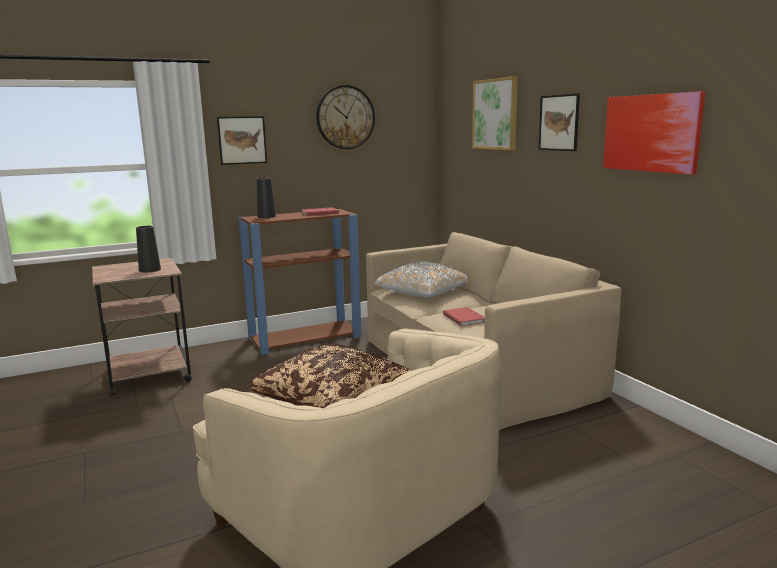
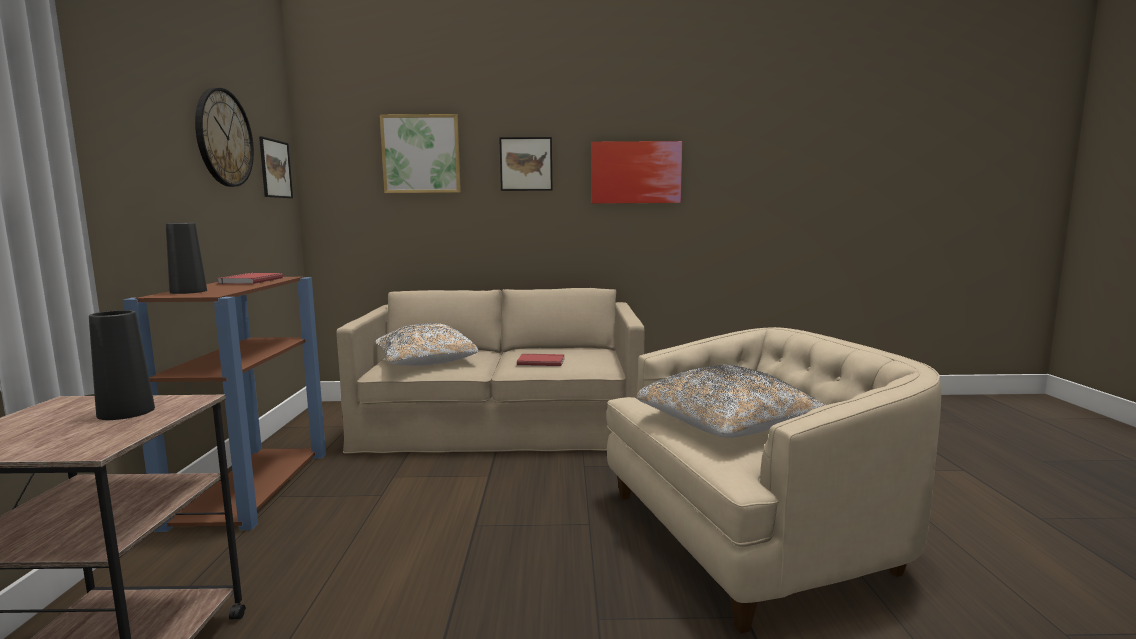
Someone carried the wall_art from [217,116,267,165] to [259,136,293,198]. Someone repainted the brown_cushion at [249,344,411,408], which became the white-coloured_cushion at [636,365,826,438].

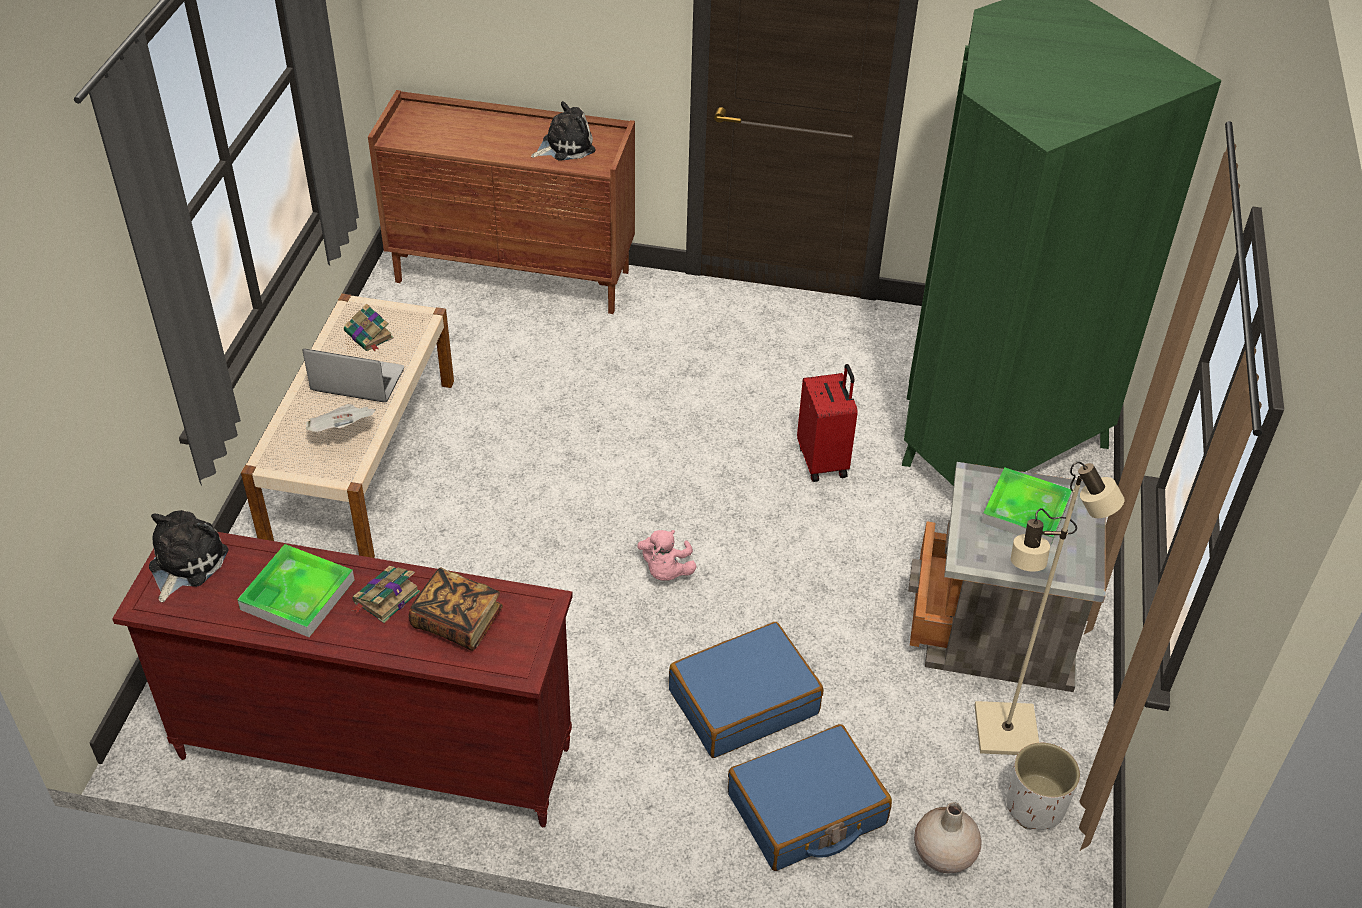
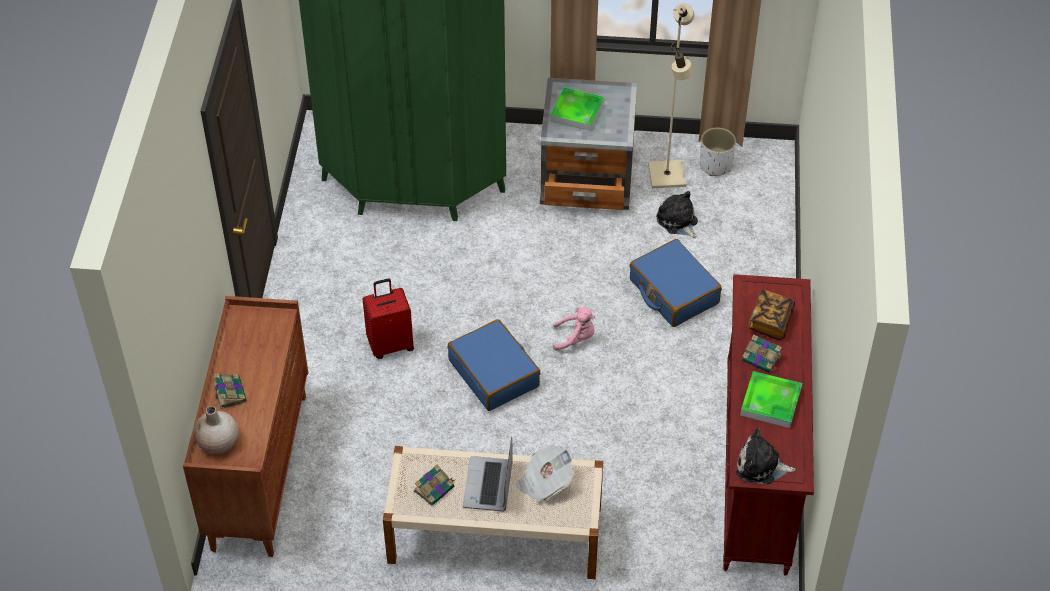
Someone put down the volume at [214,374,247,409]. Someone carried the plush_toy from [531,101,595,161] to [656,191,698,238]. Someone carried the blue-coloured_piece_of_luggage from [728,724,892,871] to [448,319,540,411]. Someone carried the reddish_piece_of_luggage from [797,364,858,482] to [363,279,414,359]. Someone carried the beige_vase from [914,802,982,873] to [193,406,238,453].

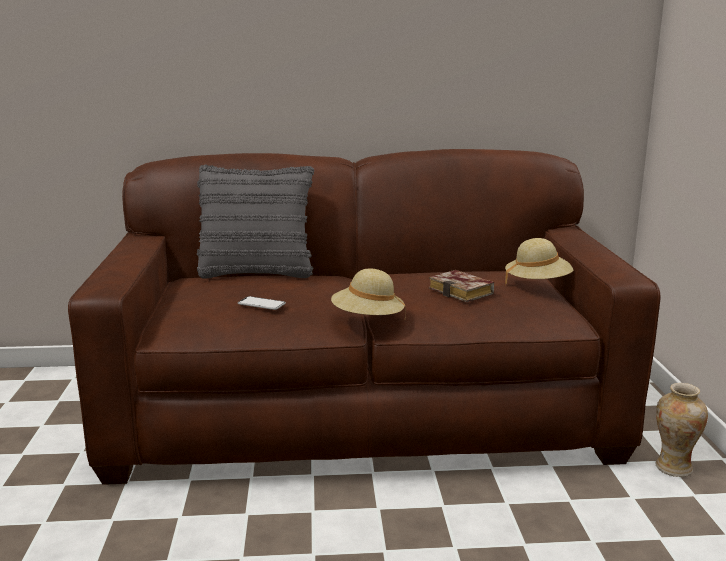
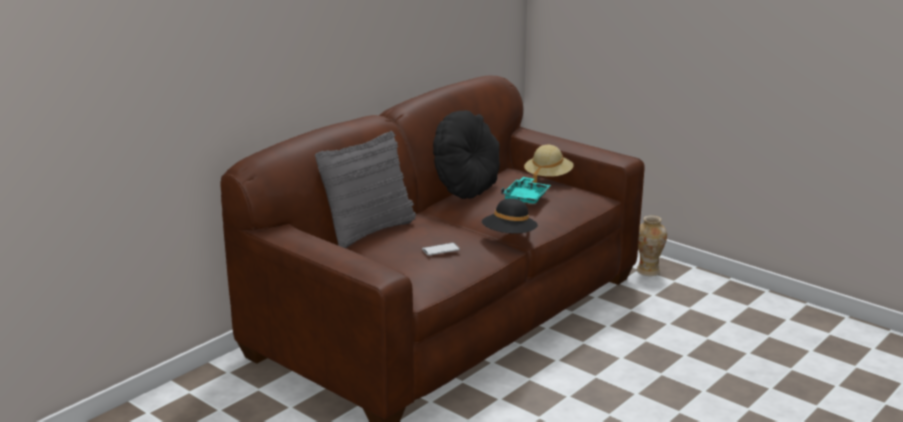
Someone put down the blackish_cushion at [433,110,500,199]. Someone swapped the volume at [429,270,494,302] for the blue-green_carrying_tray at [501,177,551,204]. Someone repainted the beige_hat at [331,269,405,315], which became the blackish_hat at [482,198,538,234].

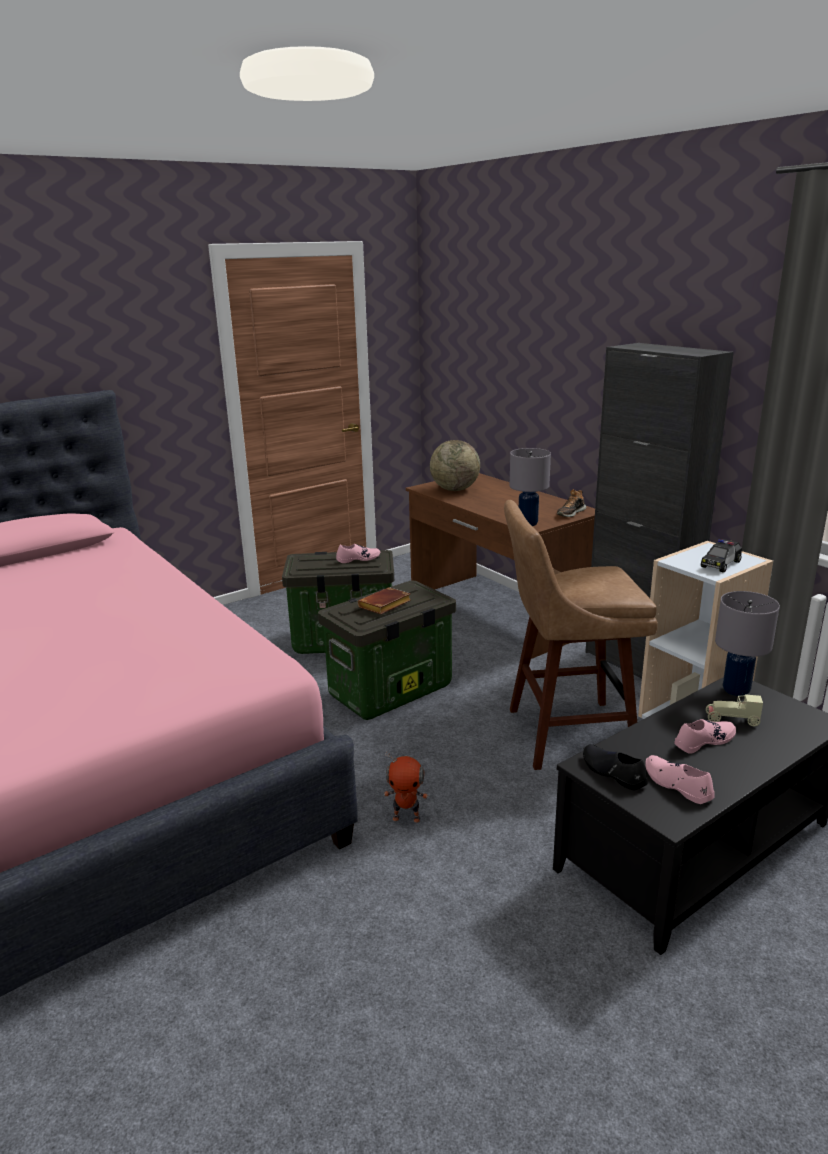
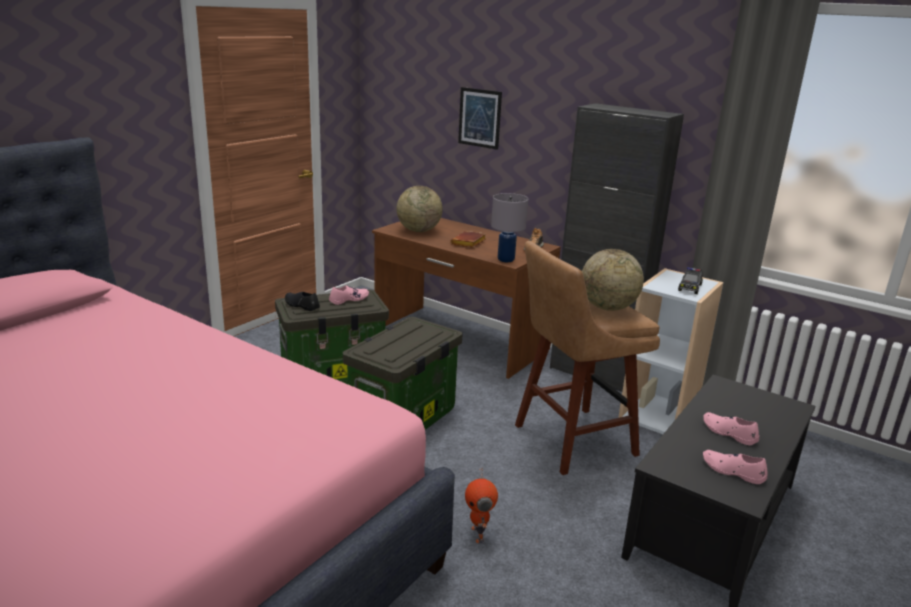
Someone took away the beige_miniature_car at [706,694,763,726]. Someone took away the grey_tabletop_lamp at [715,591,780,696]. Someone put up the wall_art at [458,87,502,150]. Someone put down the desk_globe at [582,249,644,311]. Someone carried the brown_volume from [358,587,411,614] to [450,231,486,248]. Someone carried the blackish_low_shoe from [583,744,648,790] to [285,292,320,311]. Someone rotated the model_robot at [384,752,428,823] by 90 degrees clockwise. Someone rotated the pink_low_shoe at [674,719,736,754] by 90 degrees counterclockwise.

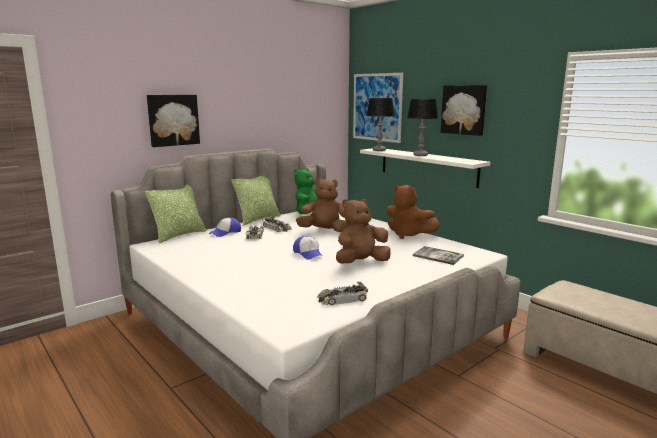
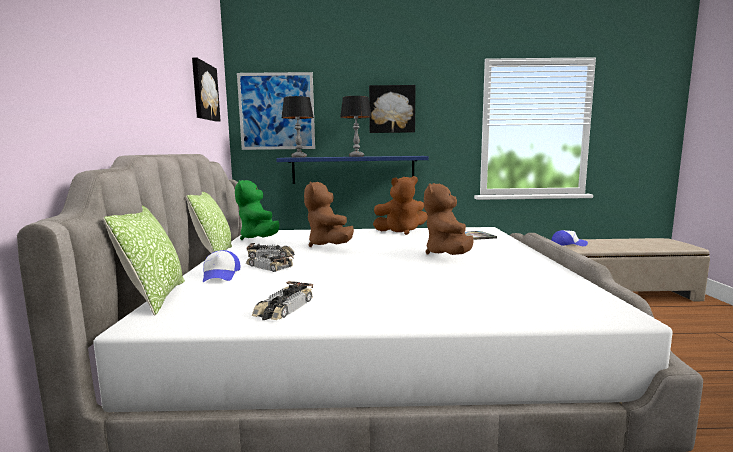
Someone carried the wall_art from [147,95,200,147] to [192,58,221,122]. Someone carried the cap from [293,236,322,260] to [551,230,588,246]. Someone carried the miniature_car from [317,282,368,305] to [252,281,313,320]. Someone repainted the white-coloured_shelf at [360,148,491,188], which became the blue-coloured_shelf at [276,156,429,184]. Someone rotated the brown_plush_toy at [296,178,348,232] by 60 degrees counterclockwise.

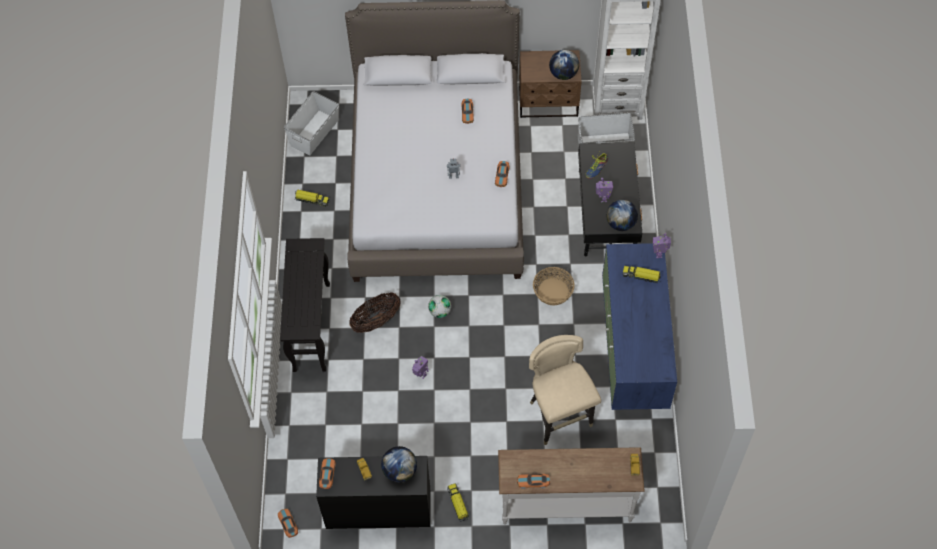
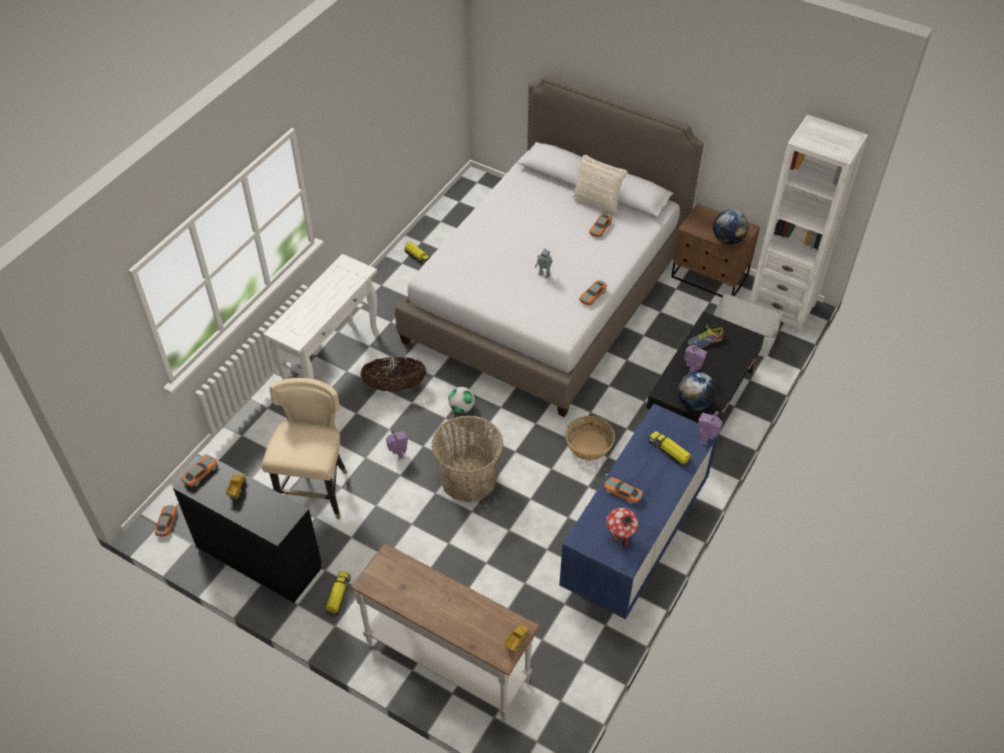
Someone took away the white-coloured_storage_bin at [284,91,339,155]. Someone took away the desk_globe at [381,446,417,482]. Someone put down the basket at [432,415,503,502]. Someone put down the beige_cushion at [573,155,628,214]. Someone put down the miniature_house at [606,507,639,547]. Someone carried the miniature_car from [517,474,550,489] to [604,477,643,504]. Someone carried the beige_plain_chair from [529,335,601,445] to [261,378,347,519]. Someone repainted the blackish_console_table at [280,238,330,372], which became the white-coloured_console_table at [263,254,379,380].

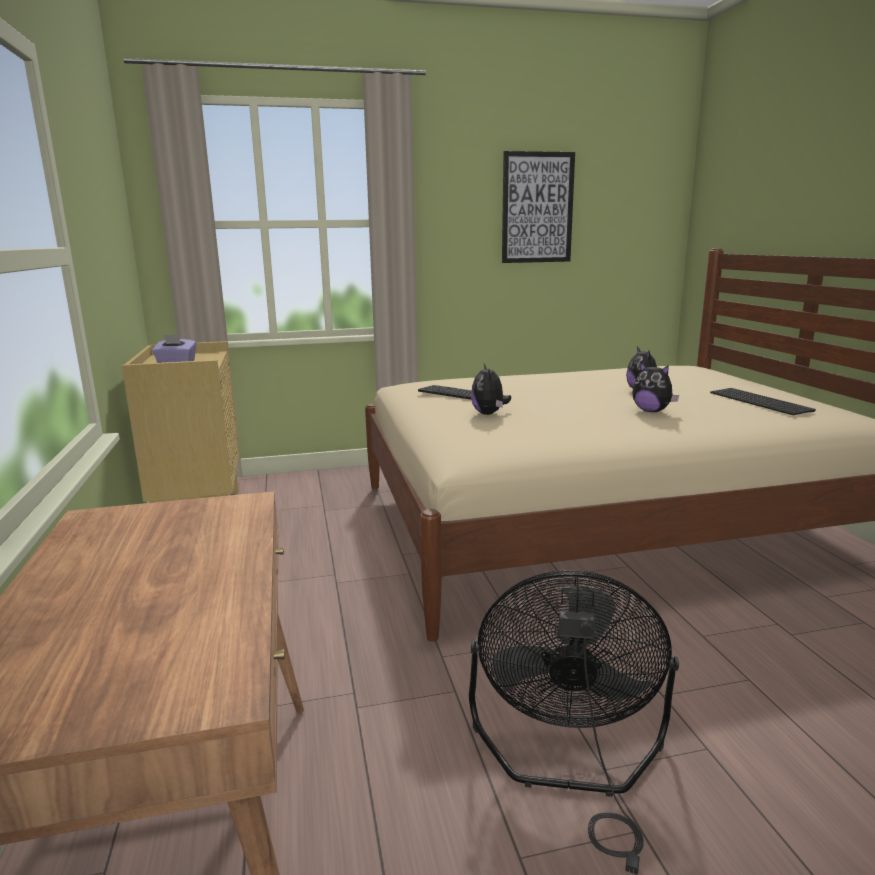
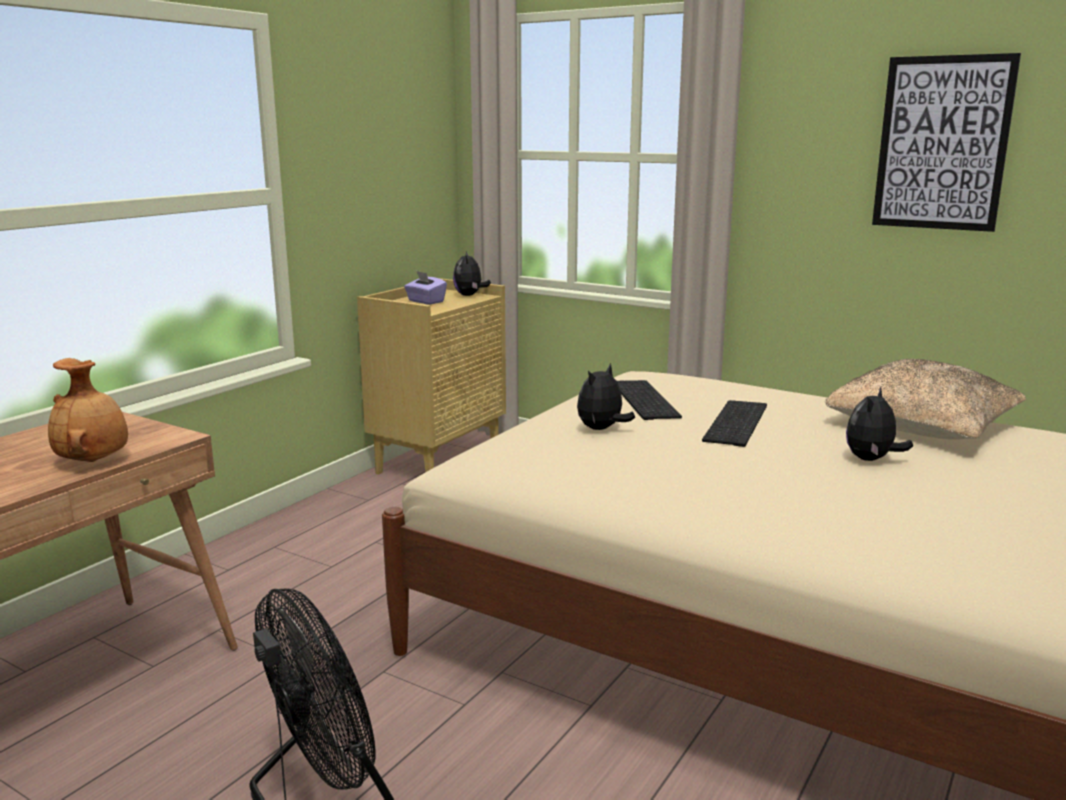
Someone put down the brown_vase at [48,358,128,462]. Someone put down the beige_cushion at [825,358,1026,440]. Someone carried the plush_toy from [632,362,679,412] to [453,251,491,296]. Someone carried the computer_keyboard from [710,388,816,415] to [702,400,767,447].

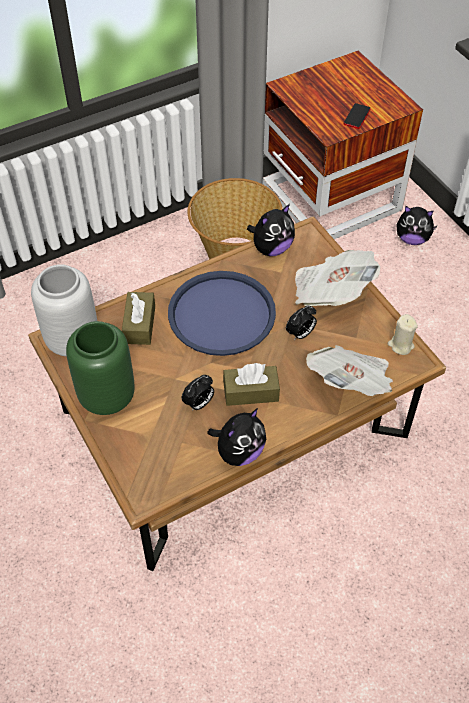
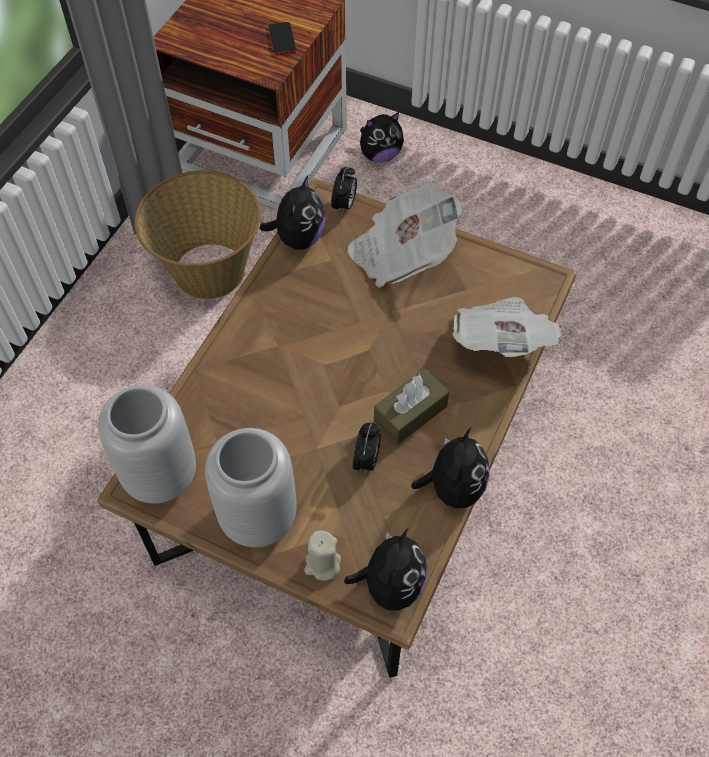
Someone took away the brown_box_of_tissues at [122,292,155,345]. Someone took away the blue-coloured_carrying_tray at [168,271,276,356]. Someone put down the plush_toy at [344,529,427,611]. Someone carried the table_clock from [286,305,317,340] to [331,166,357,213]. Someone carried the beige_wax_candle from [388,314,418,355] to [304,530,341,581]. Someone repainted the greenish_vase at [66,321,135,415], which became the grey_vase at [205,428,296,547].

